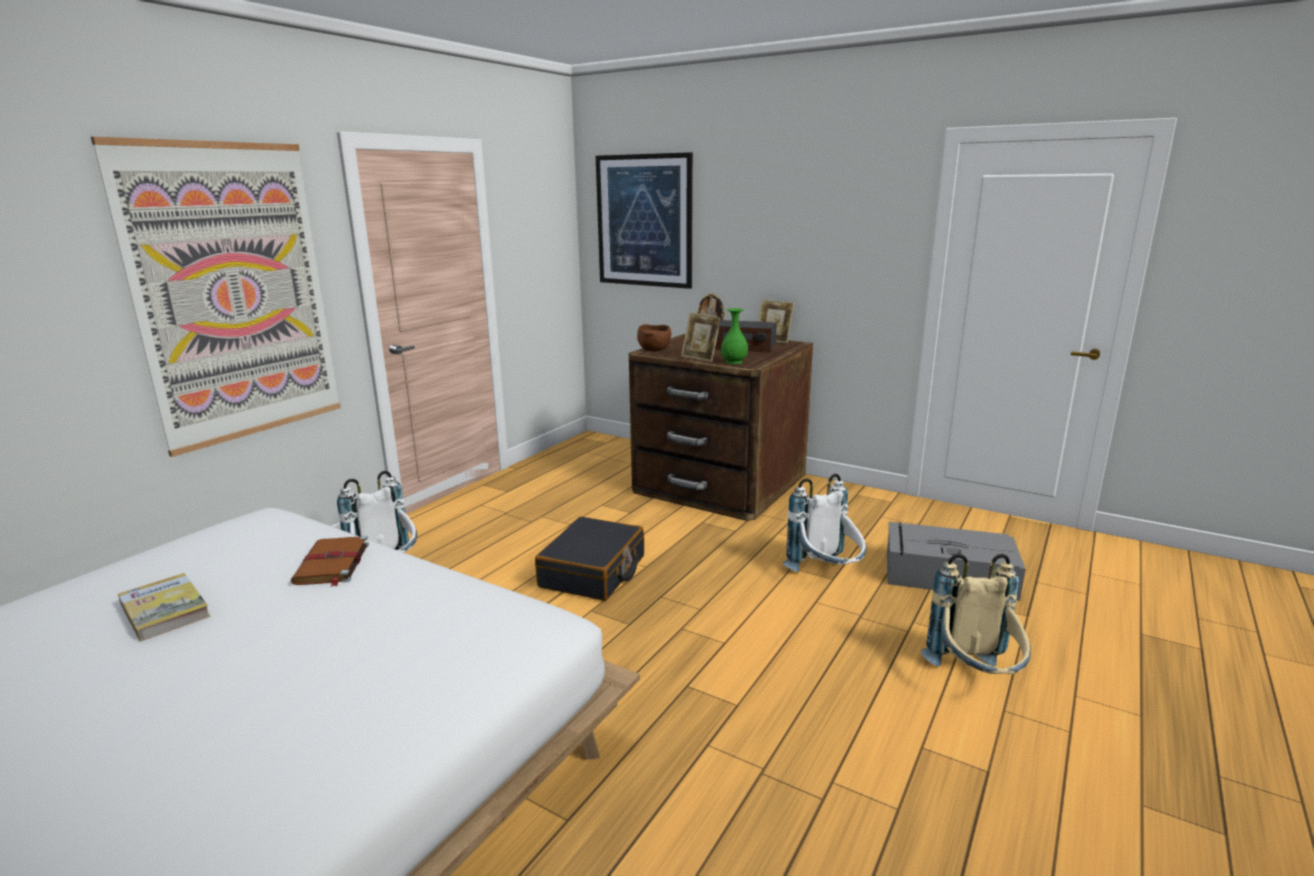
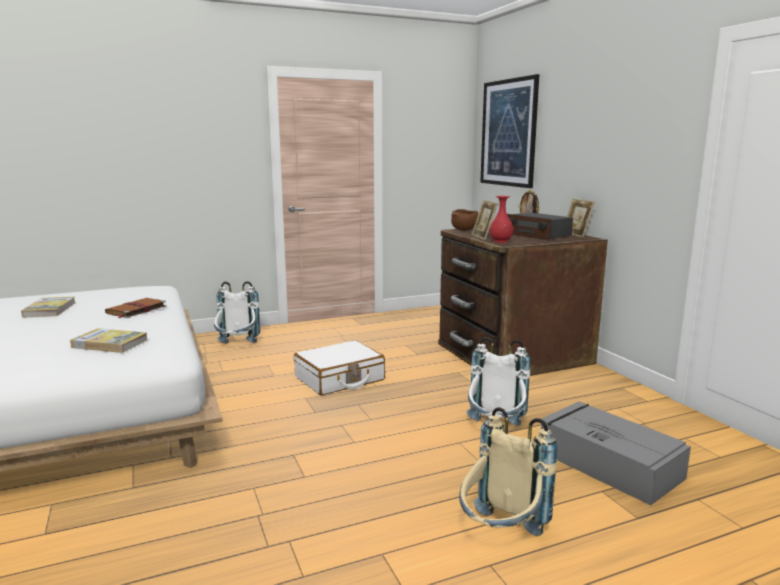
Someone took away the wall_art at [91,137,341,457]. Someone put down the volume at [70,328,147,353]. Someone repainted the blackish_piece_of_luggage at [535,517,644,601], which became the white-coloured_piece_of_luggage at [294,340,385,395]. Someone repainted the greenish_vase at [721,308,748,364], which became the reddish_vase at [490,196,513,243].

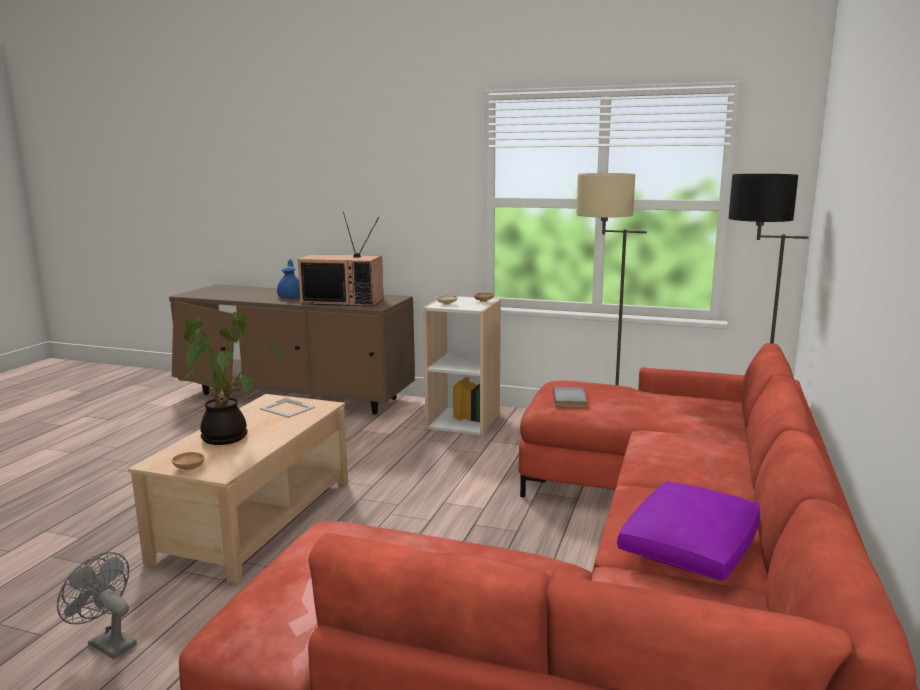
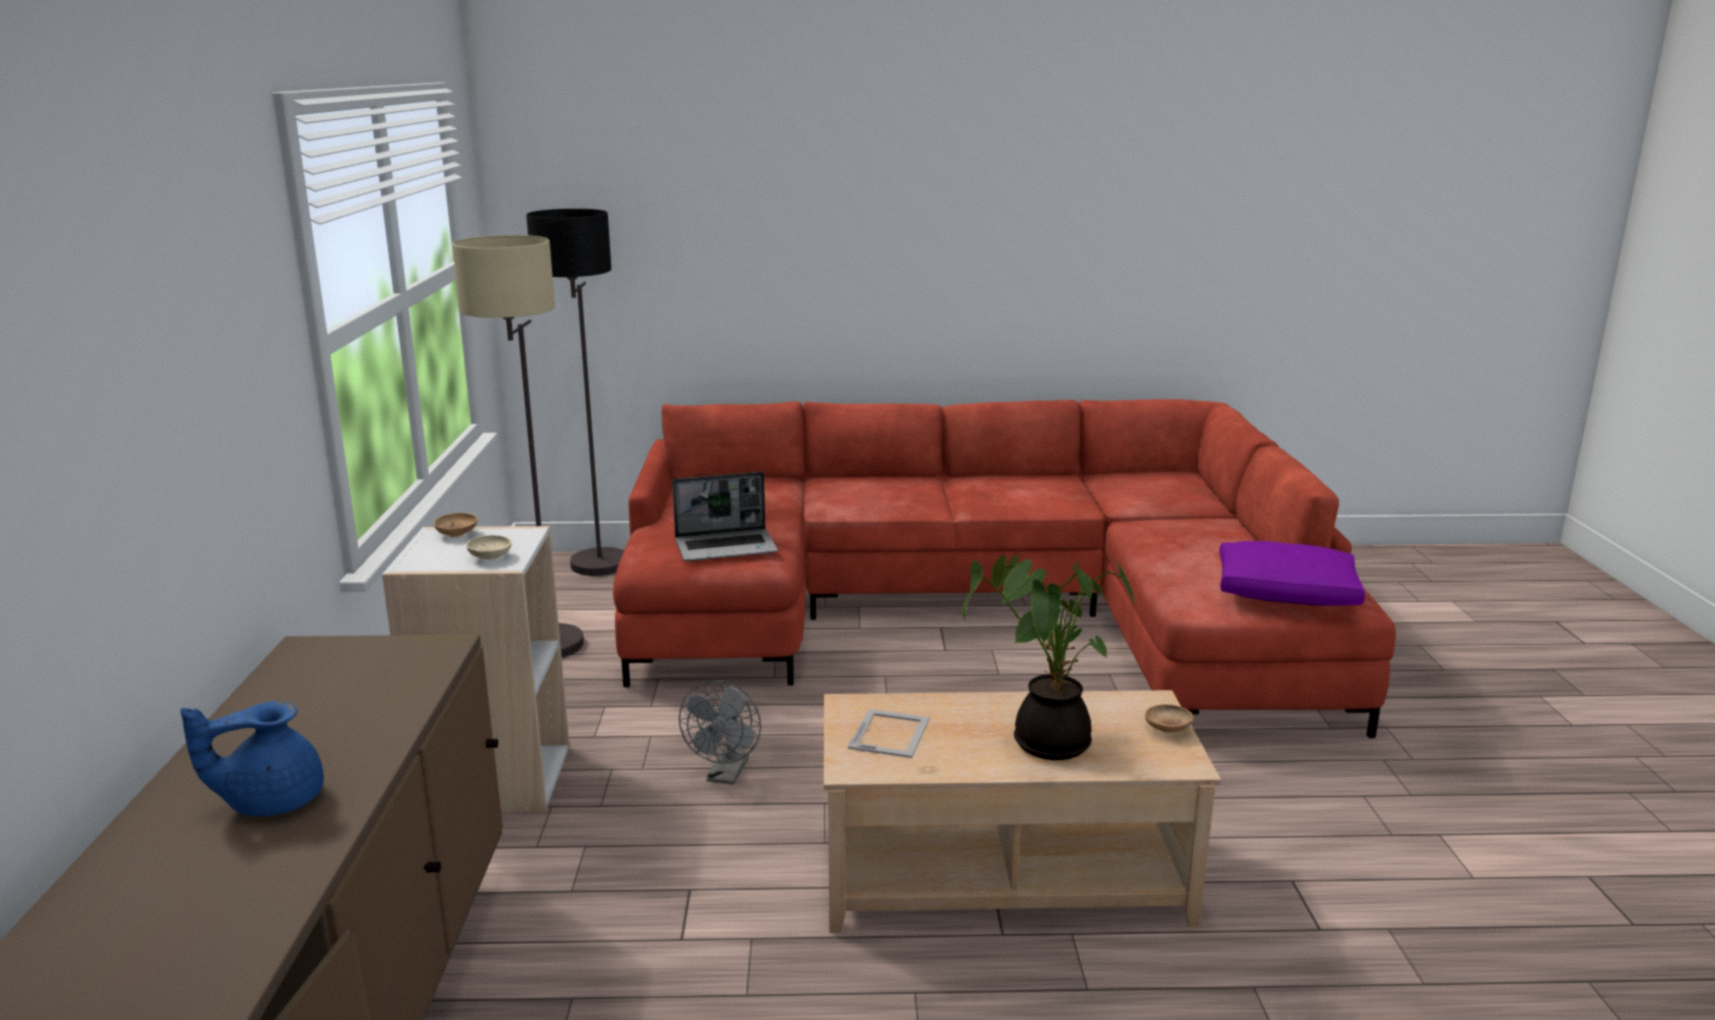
Someone took away the TV_set at [298,212,383,306]. Someone carried the grey_cooling_fan from [57,552,137,659] to [679,681,761,785]. Someone carried the purplish_cushion from [617,481,760,581] to [1219,541,1365,606]. Someone swapped the grey_volume at [553,387,587,407] for the notebook_computer at [672,472,778,561].

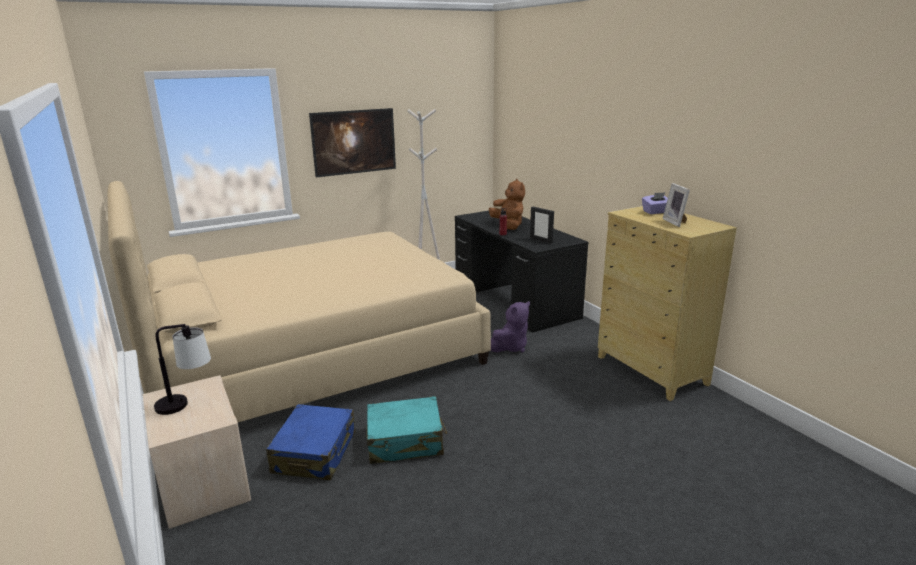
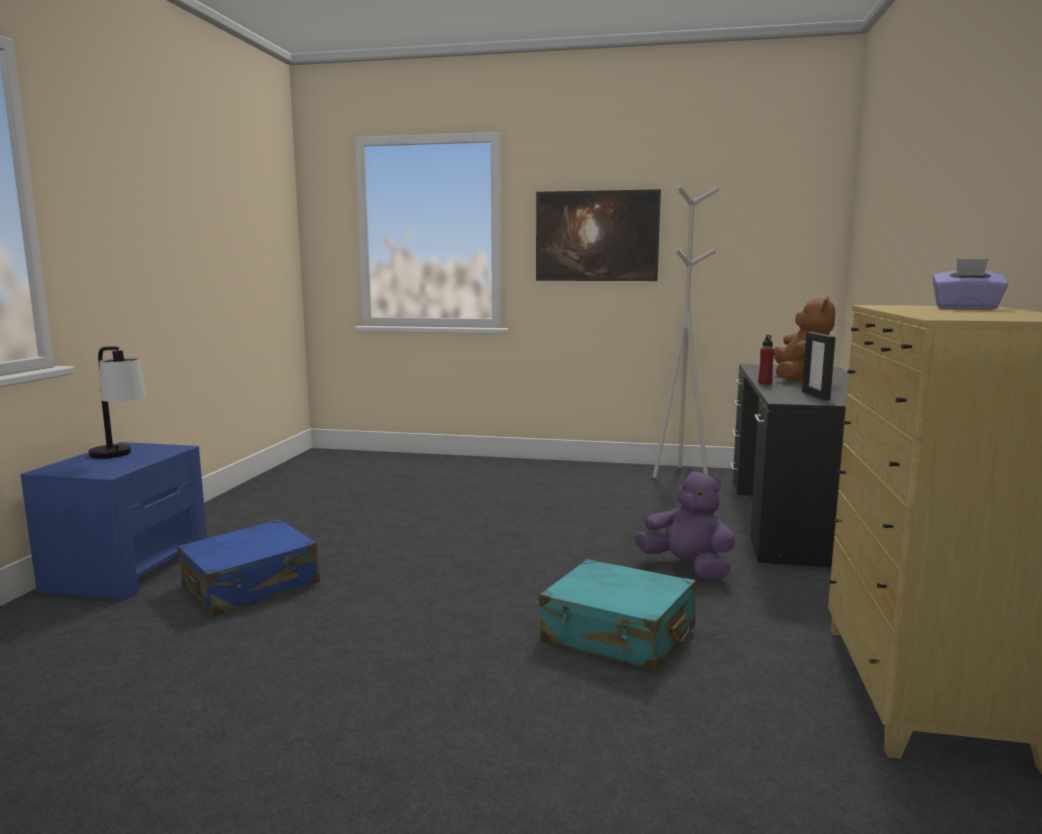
Someone took away the beige_bed at [108,181,491,422]. Someone took away the photo_frame at [663,183,690,227]. Someone carried the blue-green_piece_of_luggage from [366,396,447,464] to [539,559,696,671]. Someone repainted the beige_bedside_table at [143,375,251,529], which became the blue-coloured_bedside_table at [20,442,207,600]. Someone rotated the purplish_plush_toy at [491,301,530,353] by 135 degrees counterclockwise.

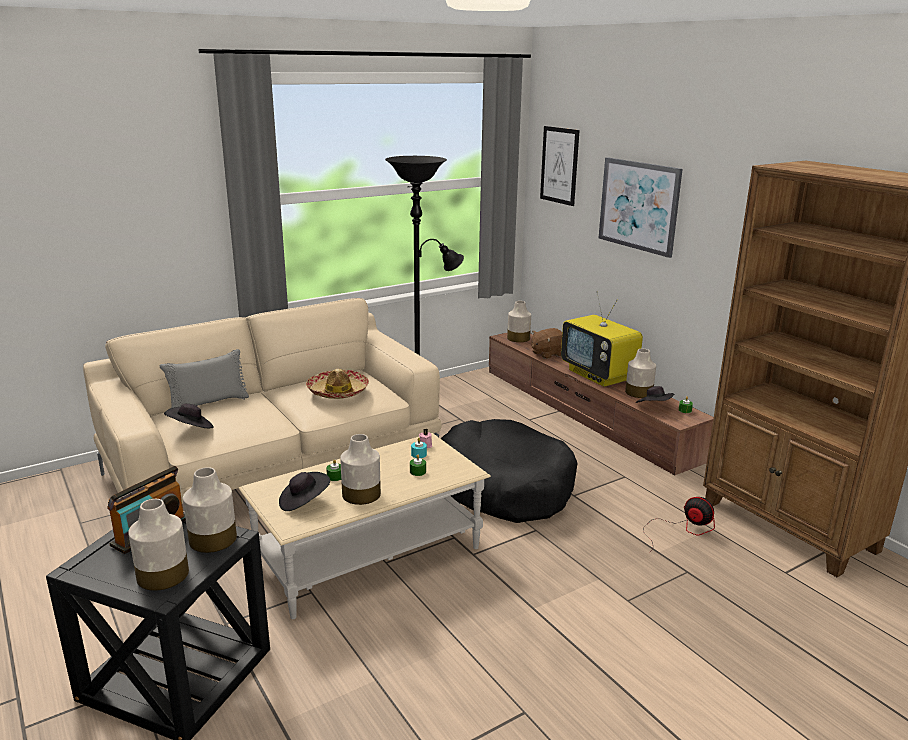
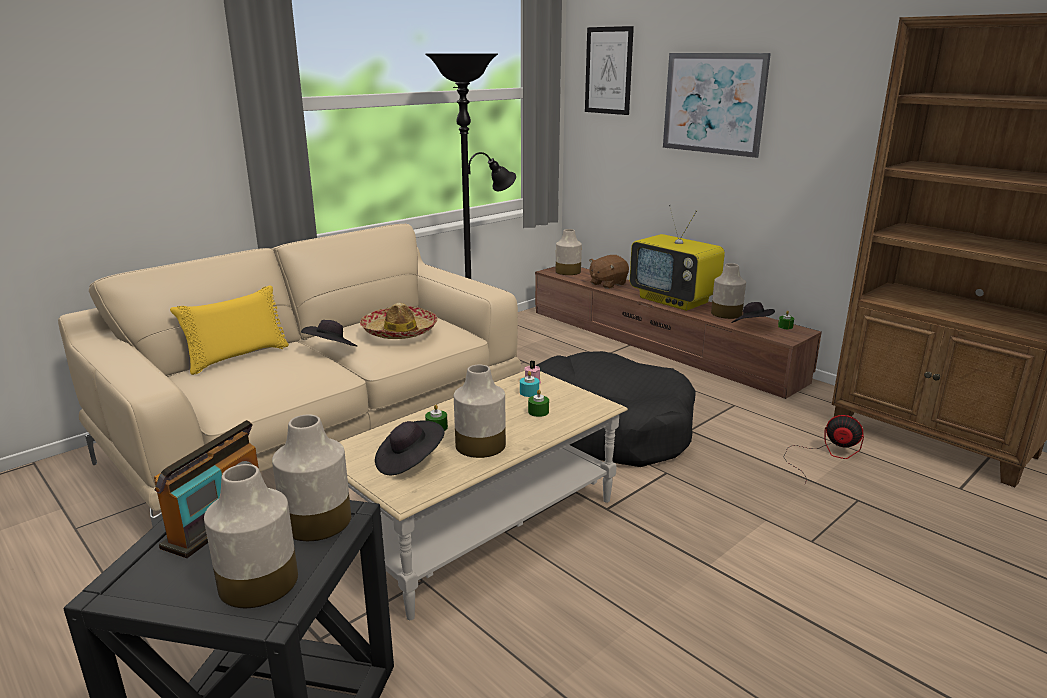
Someone carried the blackish_hat from [164,404,214,428] to [301,320,357,346]. Someone repainted the grey_cushion at [160,349,249,408], which became the yellowish_cushion at [170,285,289,375].

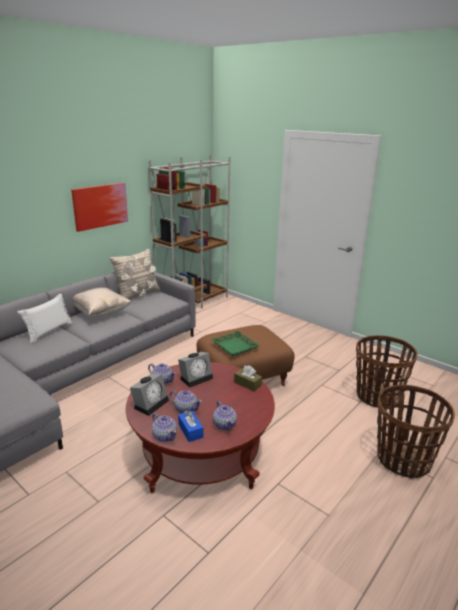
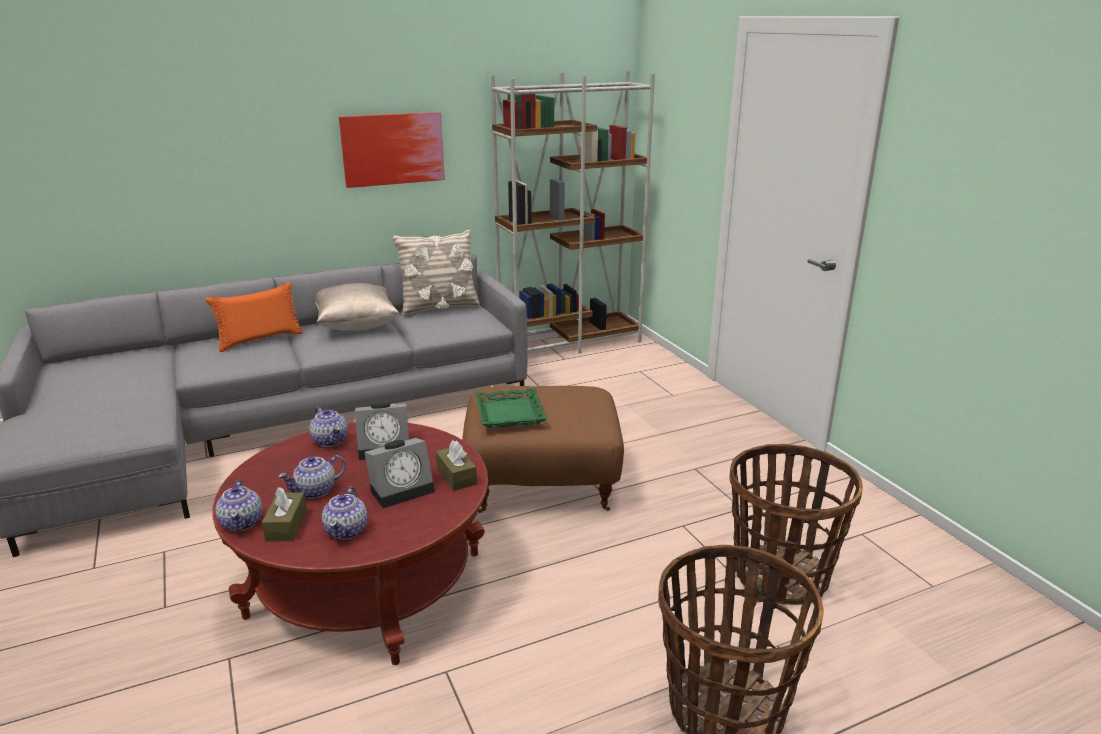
Someone carried the table_clock from [130,374,169,416] to [364,438,435,508]. Someone repainted the white-coloured_cushion at [17,294,72,344], which became the orange-coloured_cushion at [205,282,303,352]. Someone repainted the blue-coloured_box_of_tissues at [178,411,204,442], which became the brown_box_of_tissues at [262,487,307,542]. Someone rotated the teapot at [170,390,202,414] by 90 degrees clockwise.

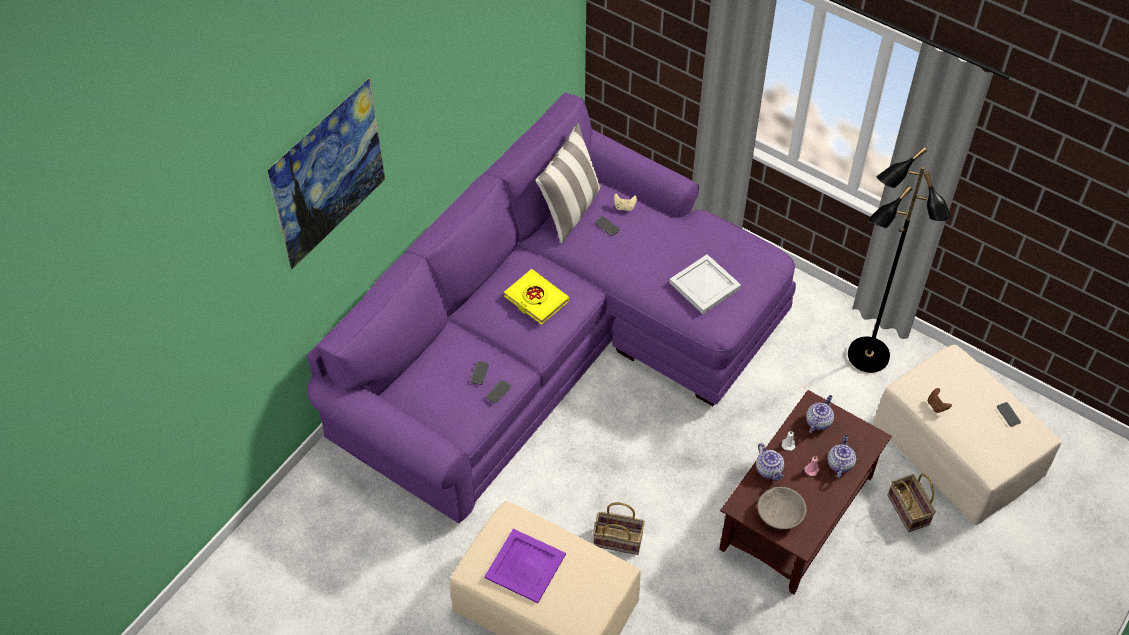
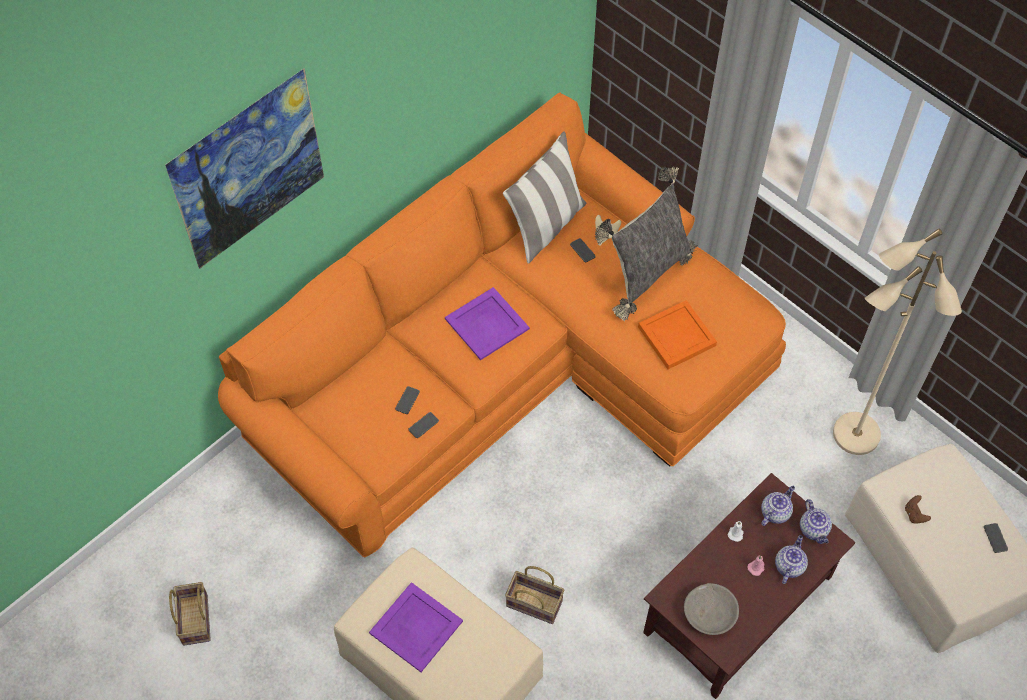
Someone put down the cushion at [595,167,698,321]. Someone carried the teapot from [756,443,784,481] to [800,499,832,544]. Someone carried the basket from [888,473,936,532] to [169,582,211,646]. Someone swapped the yellowish_volume at [504,269,569,325] for the purplish_carrying_tray at [445,287,530,360]. Someone repainted the purplish_sofa at [307,92,796,523], which became the orange-coloured_sofa at [218,92,786,557]. Someone repainted the white-coloured_carrying_tray at [670,254,741,314], which became the orange-coloured_carrying_tray at [638,300,717,369]. Someone repainted the blackish_standing_lamp at [848,147,952,373], which became the beige_standing_lamp at [833,228,962,455].

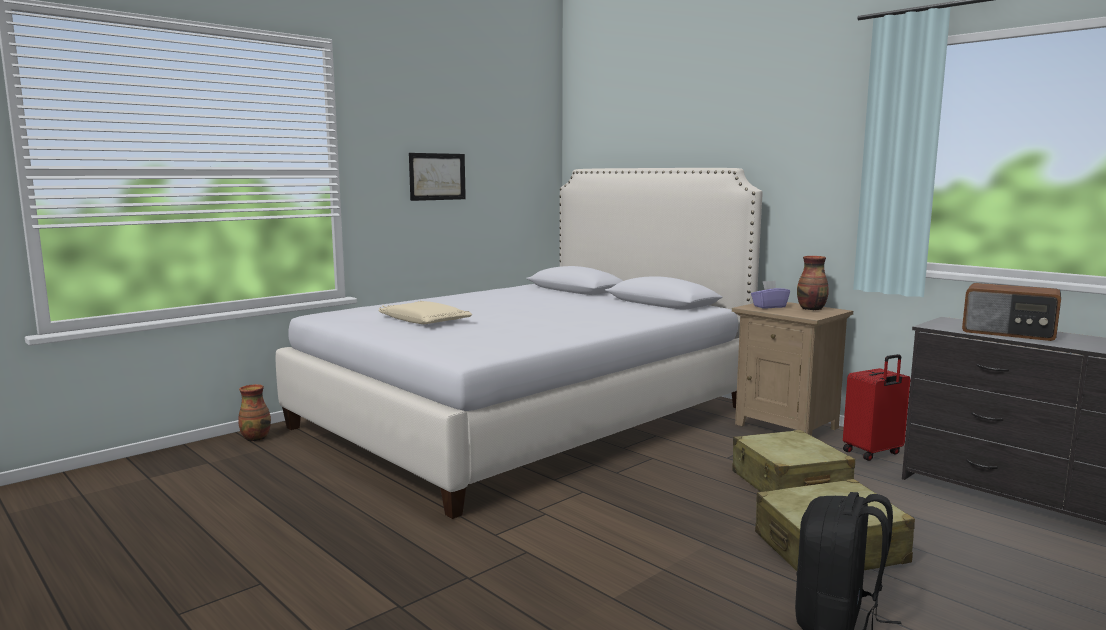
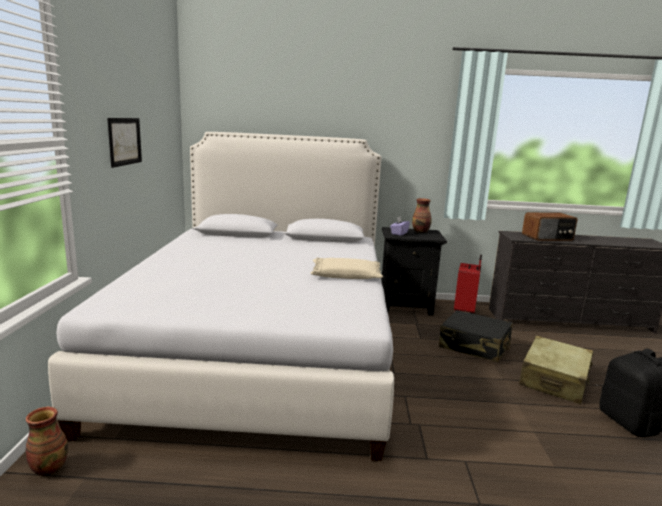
Someone carried the beige_cushion from [379,301,472,324] to [311,258,383,279]. Someone repainted the beige_bedside_table at [732,302,853,436], which became the blackish_bedside_table at [381,227,447,316]. Someone repainted the beige_piece_of_luggage at [733,430,855,492], which became the blackish_piece_of_luggage at [439,310,513,362].

